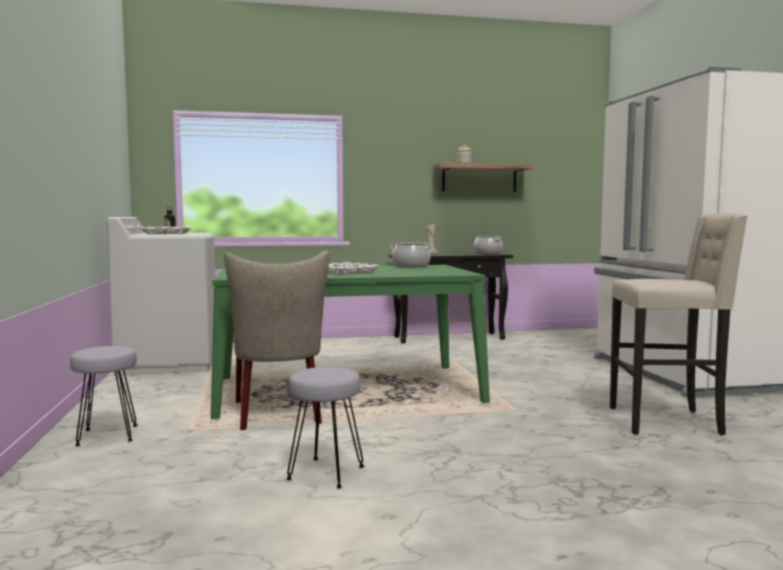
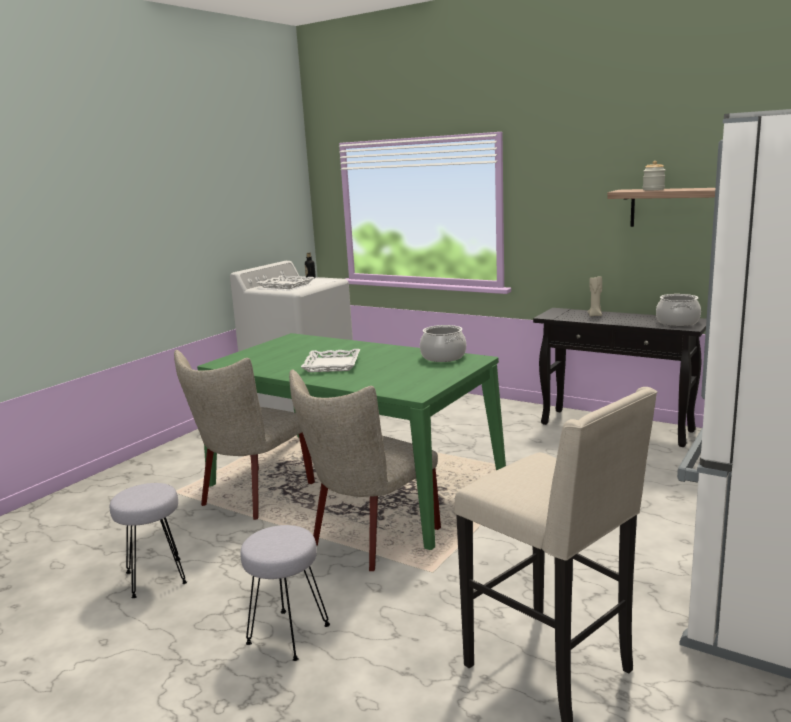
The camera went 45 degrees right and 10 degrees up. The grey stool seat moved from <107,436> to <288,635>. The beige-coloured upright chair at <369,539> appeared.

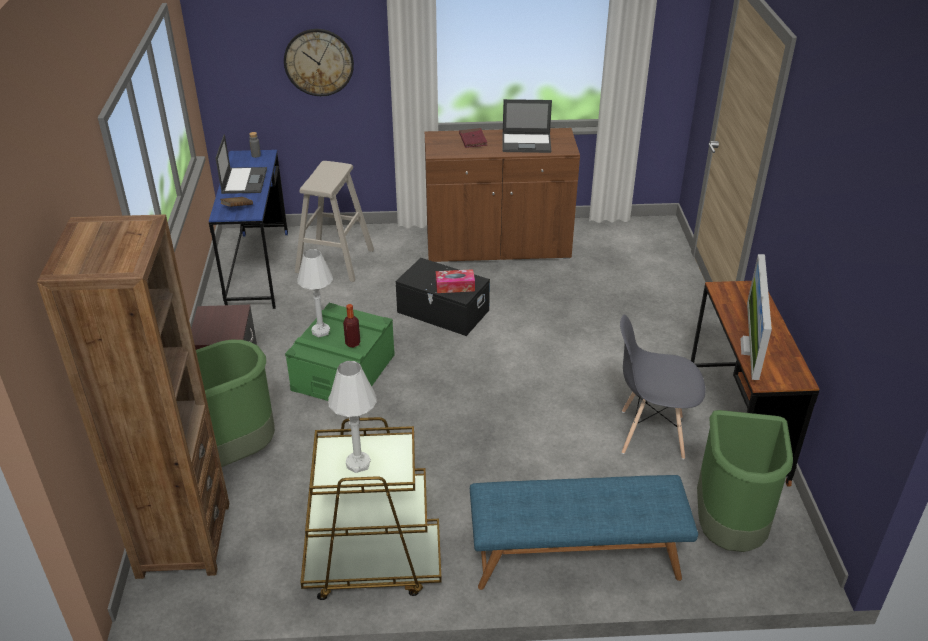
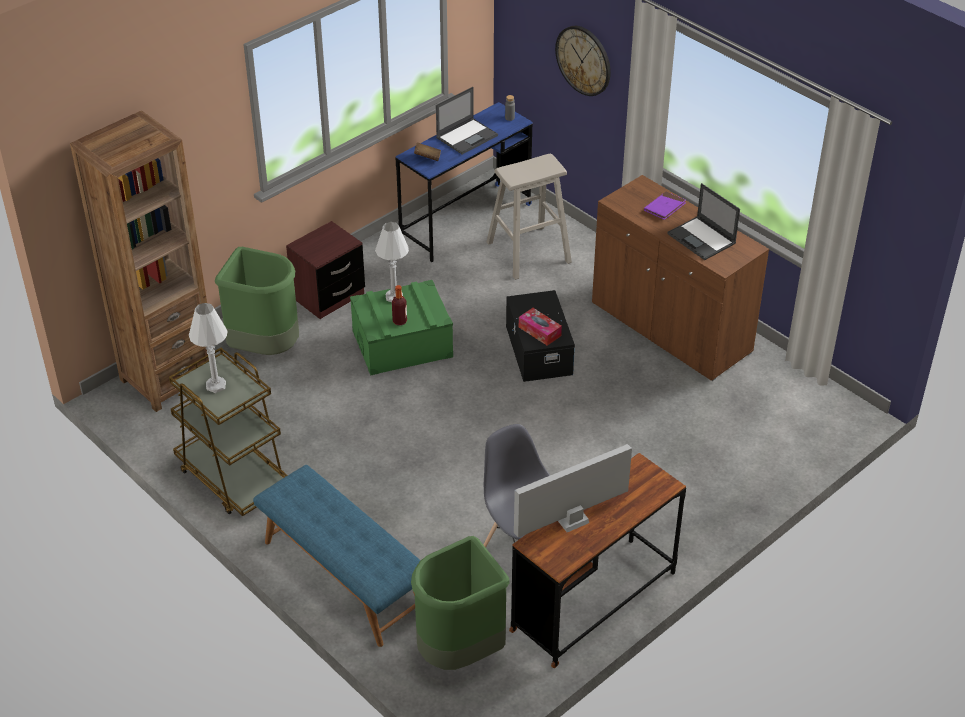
The camera went 50 degrees right and 5 degrees up. The red book at <473,140> became the purple-coloured book at <664,207>.

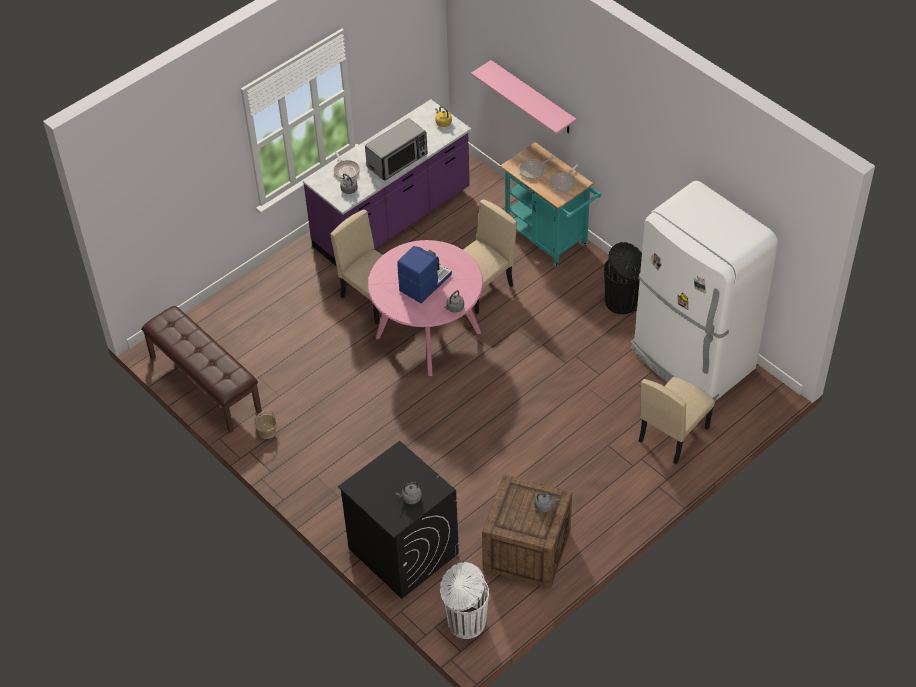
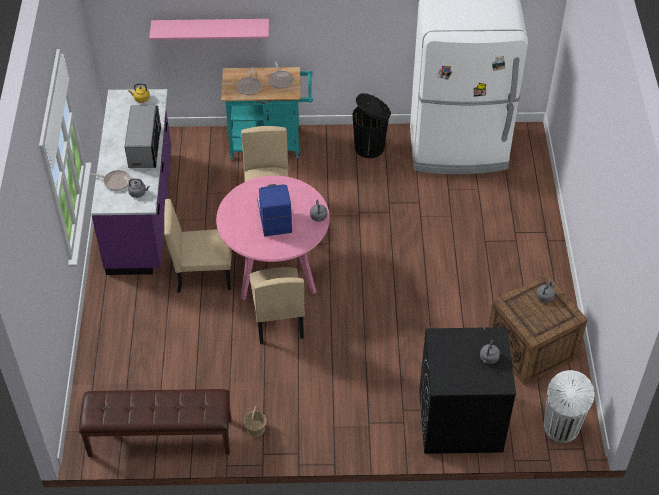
The camera went 50 degrees left and 0 degrees up. The beige-coloured upright chair moved from <673,434> to <277,319>.

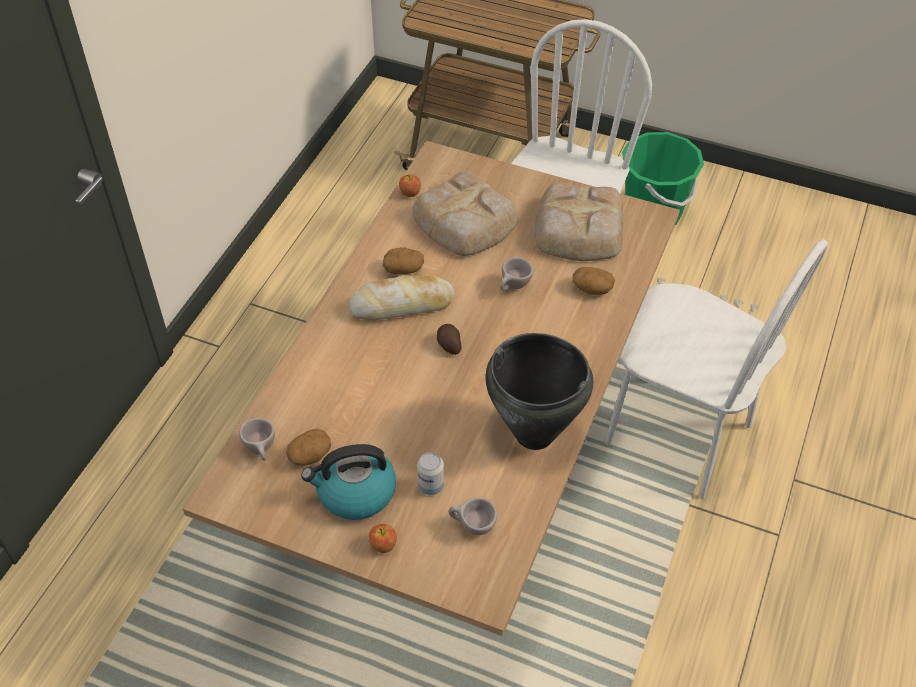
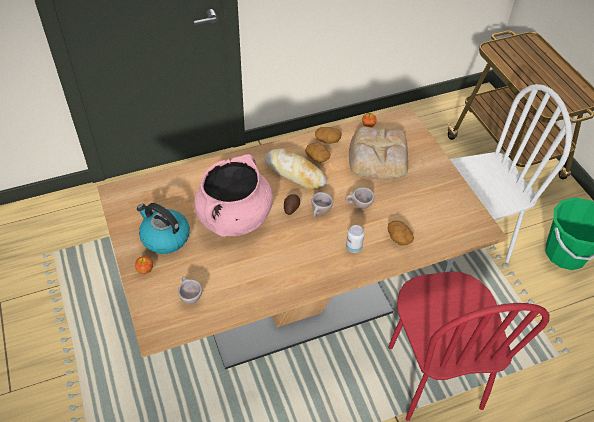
The camera went 45 degrees right and 0 degrees up. The beige-coloured drinking cup moved from <262,451> to <320,213>. The whole potato moved from <310,455> to <327,140>. The can moved from <431,486> to <353,247>. The black-coloured stockpot at <535,434> disappeared. The baked bread at <578,229> disappeared. The whitish upright chair at <678,435> became the red upright chair at <433,377>. The pinkish stockpot at <235,218> appeared.

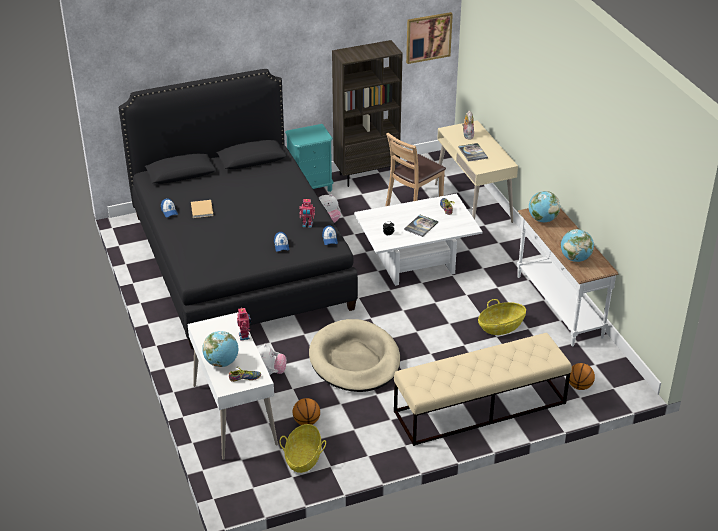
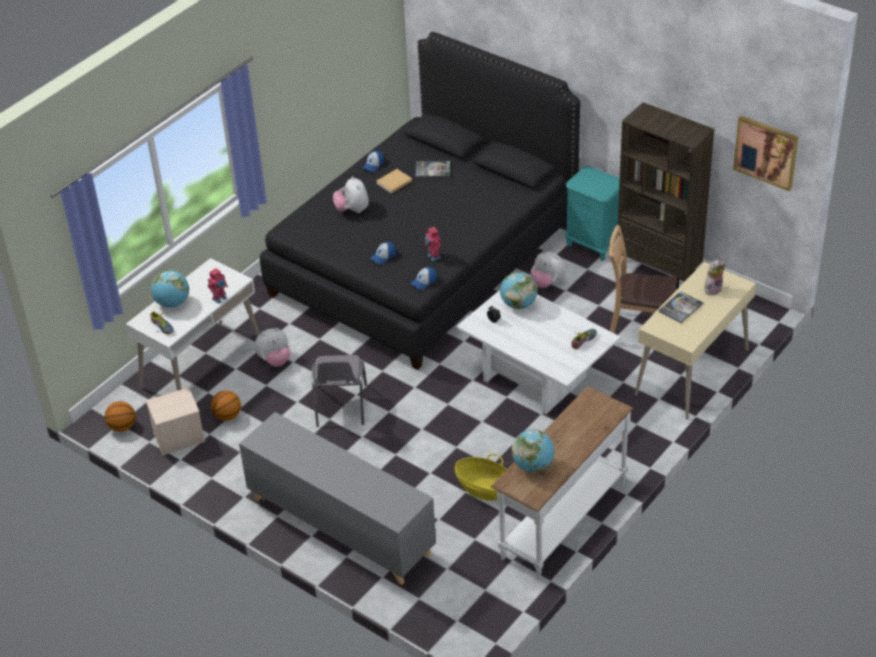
The camera went 60 degrees right and 5 degrees up. The storage basket at <303,458> was replaced by the beige-coloured storage container at <178,437>. The beige-coloured dog bed at <355,360> was replaced by the grey upright chair at <340,406>. The beige-coloured indoor bench at <479,407> was replaced by the grey cupboard at <340,526>. The book moved from <421,226> to <432,170>. The desk globe moved from <542,219> to <518,304>. The basketball ball moved from <579,386> to <122,426>. The plush toy at <352,210> appeared.

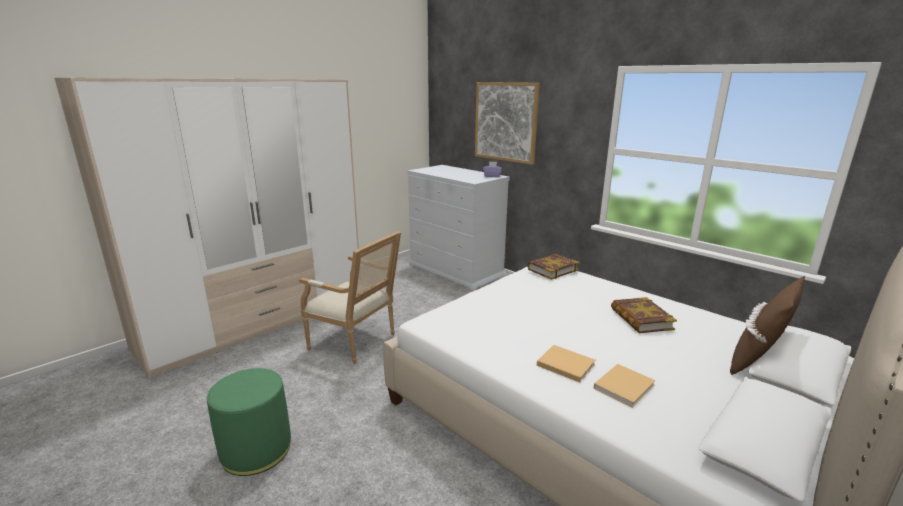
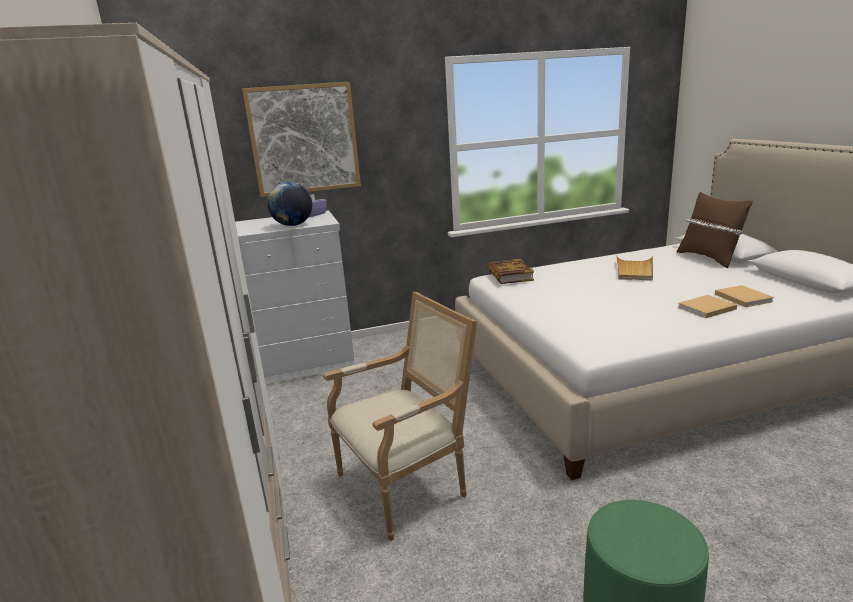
The camera went 60 degrees left and 0 degrees up. The book at <641,319> was replaced by the beige-coloured carrying tray at <634,270>. The desk globe at <293,225> appeared.

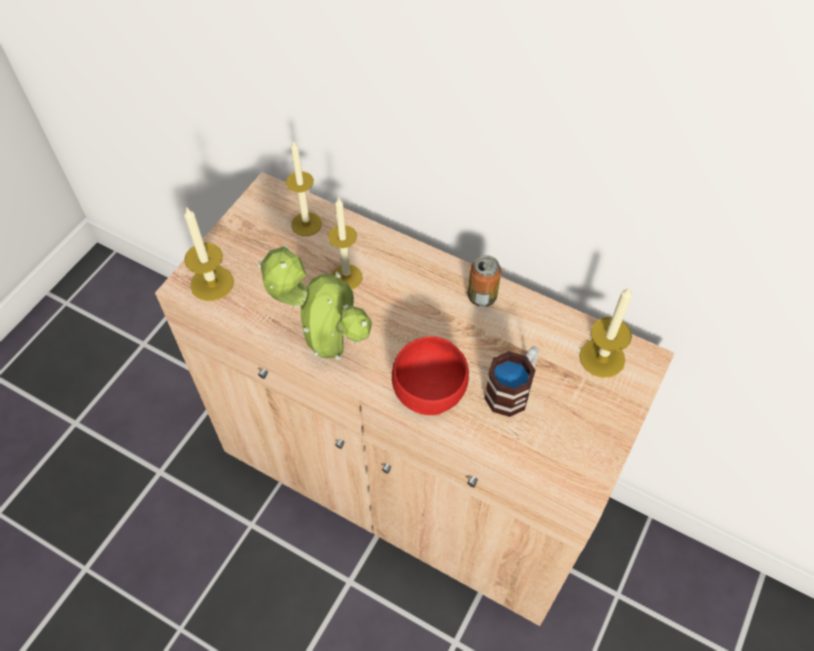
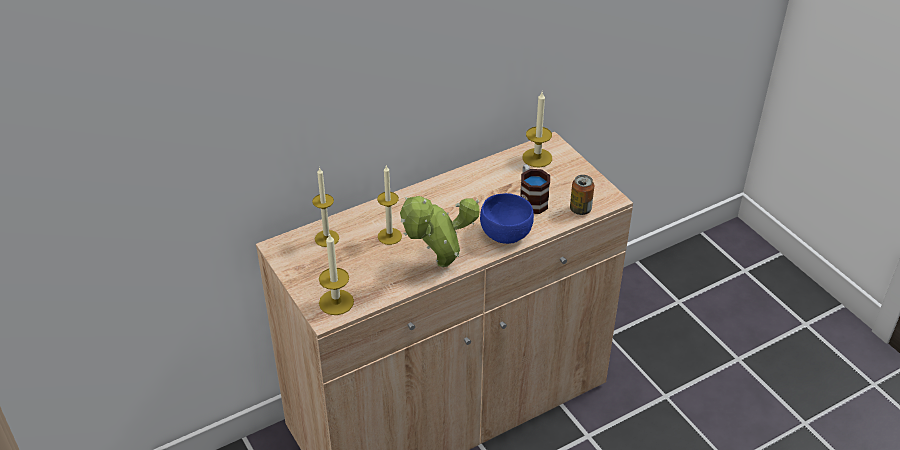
The camera went 60 degrees left and 15 degrees down. The red deep dish at <429,390> became the blue-coloured deep dish at <505,233>. The can moved from <482,296> to <580,209>.

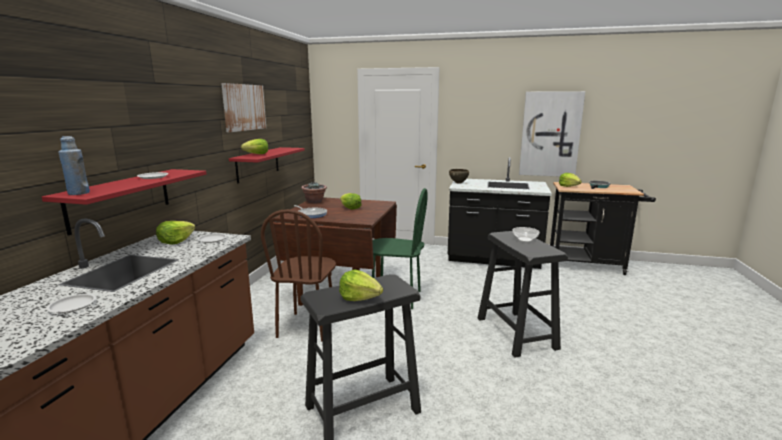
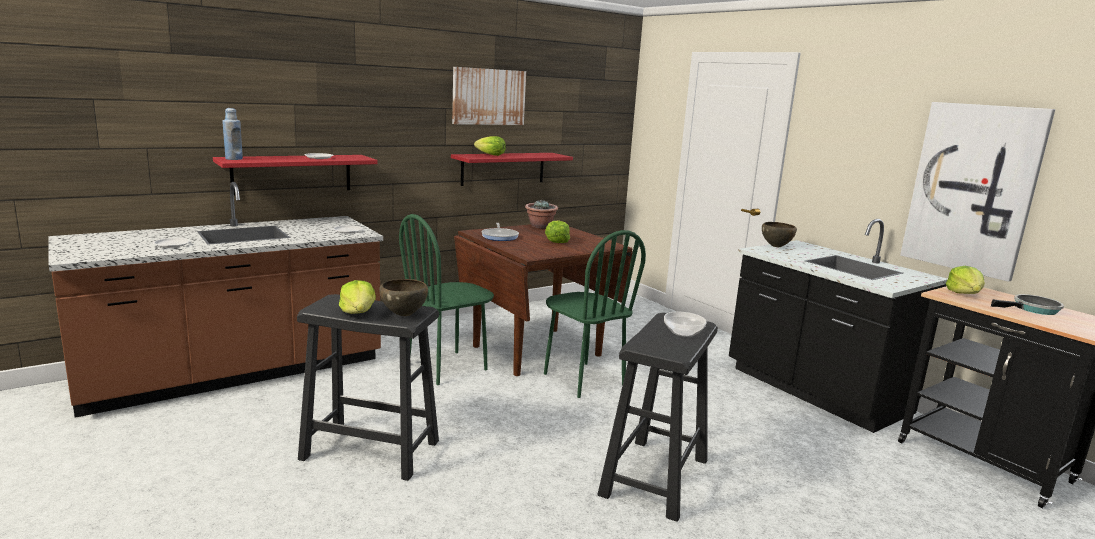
The camera went 40 degrees right and 0 degrees up. The lettuce at <176,241> disappeared. The brownish upright chair at <307,326> became the green upright chair at <447,367>. The brownish deep dish at <404,315> appeared.

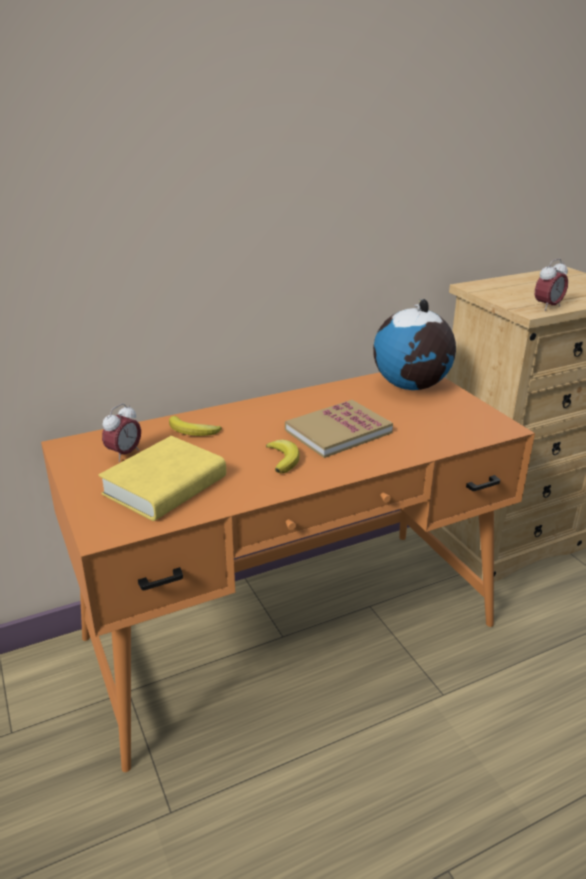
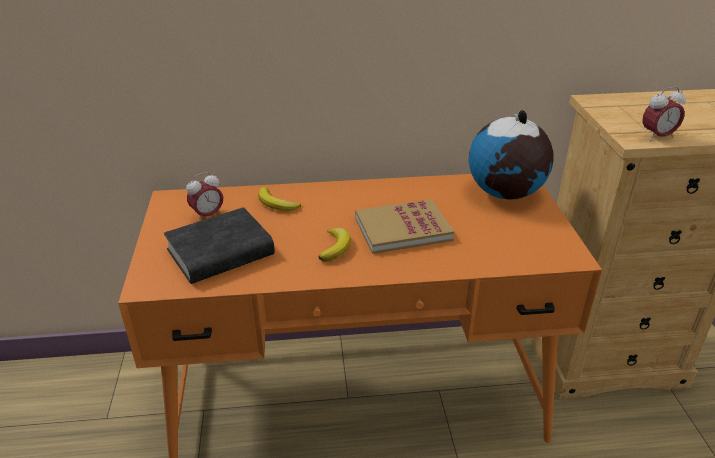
The camera went 20 degrees right and 5 degrees up. The yellow book at <165,486> became the black-coloured book at <220,253>.

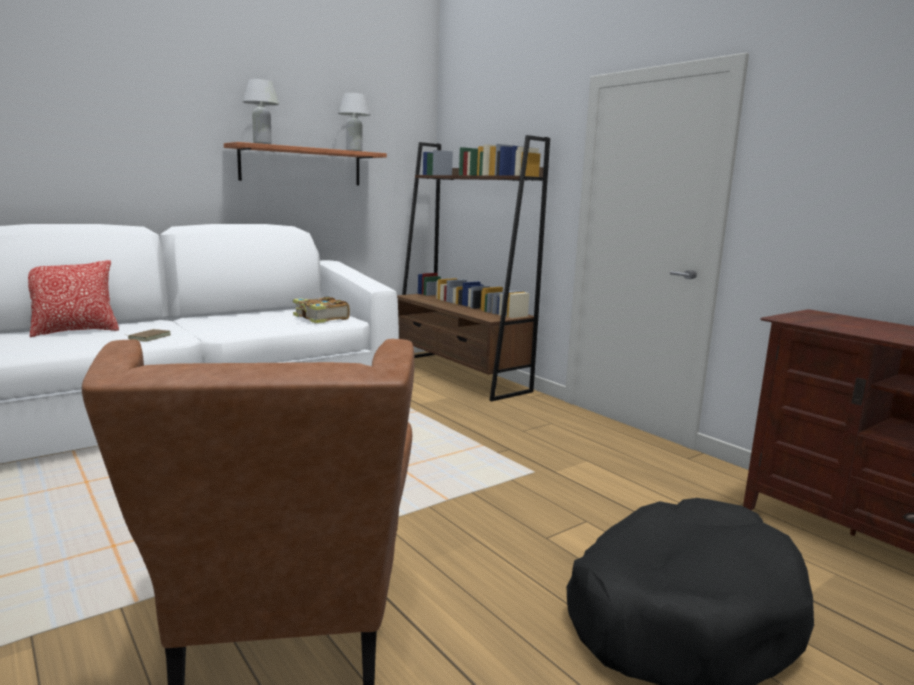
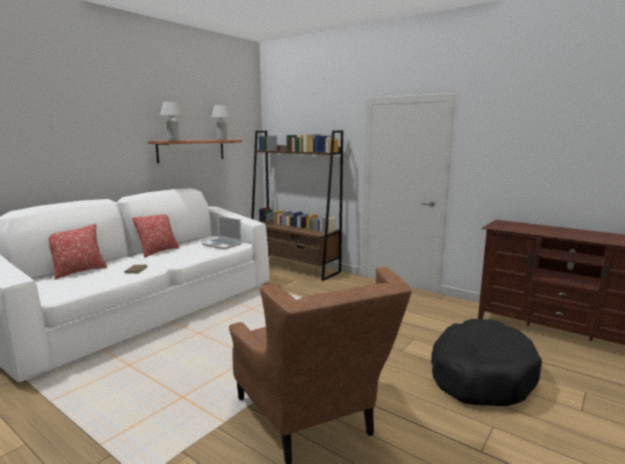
The camera went 15 degrees left and 0 degrees up. The book at <320,318> was replaced by the portable computer at <222,244>. The throw pillow at <158,252> appeared.

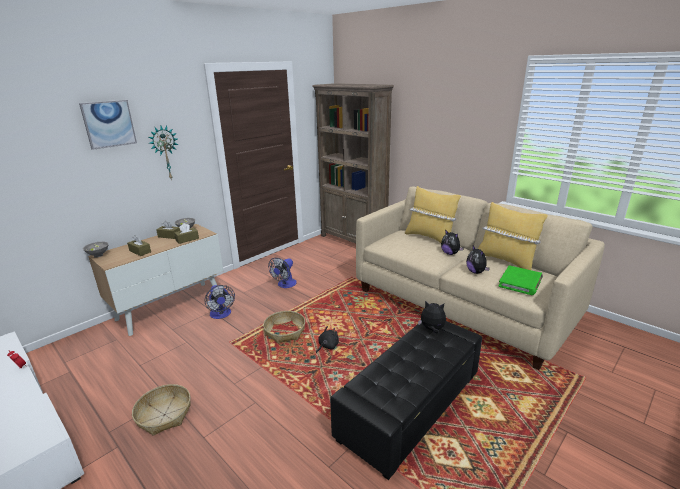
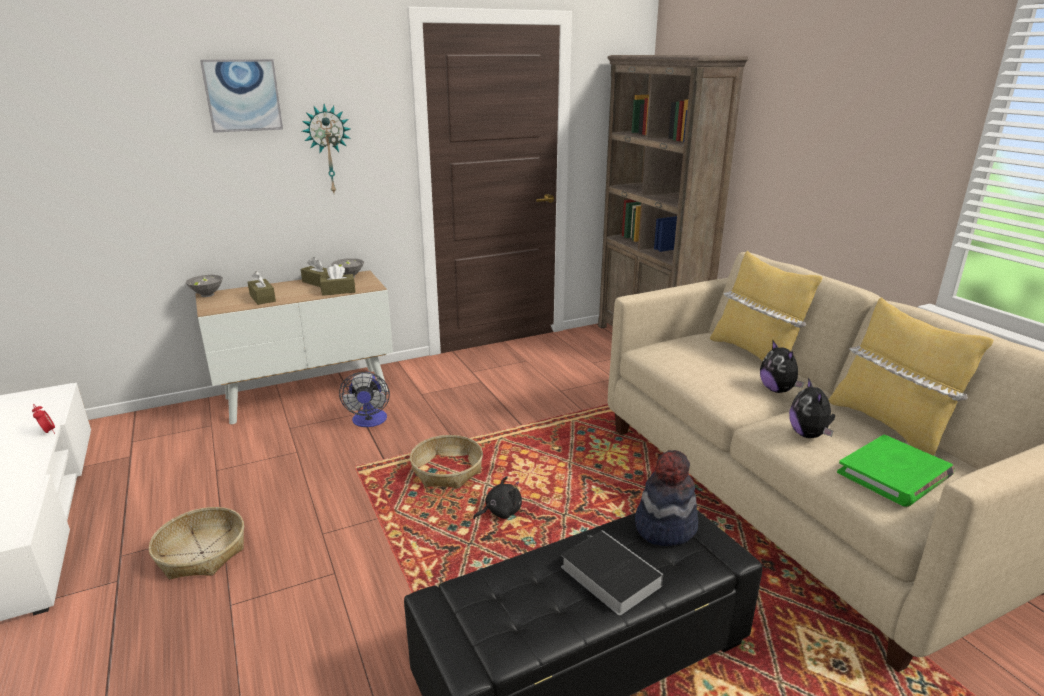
The camera went 20 degrees right and 0 degrees up. The cooling fan at <285,285> disappeared. The plush toy at <432,329> was replaced by the clothing hat at <664,526>. The book at <607,574> appeared.

